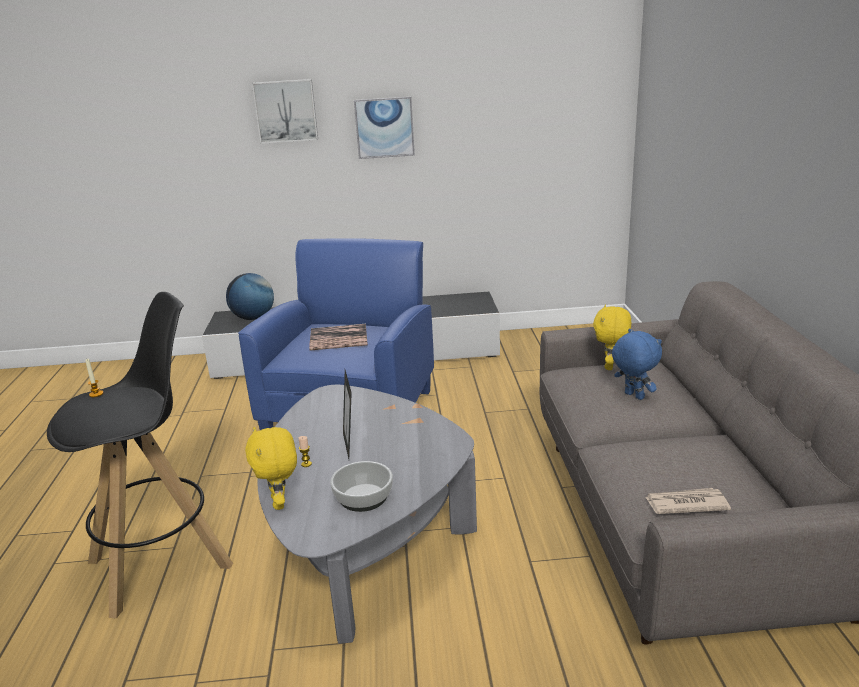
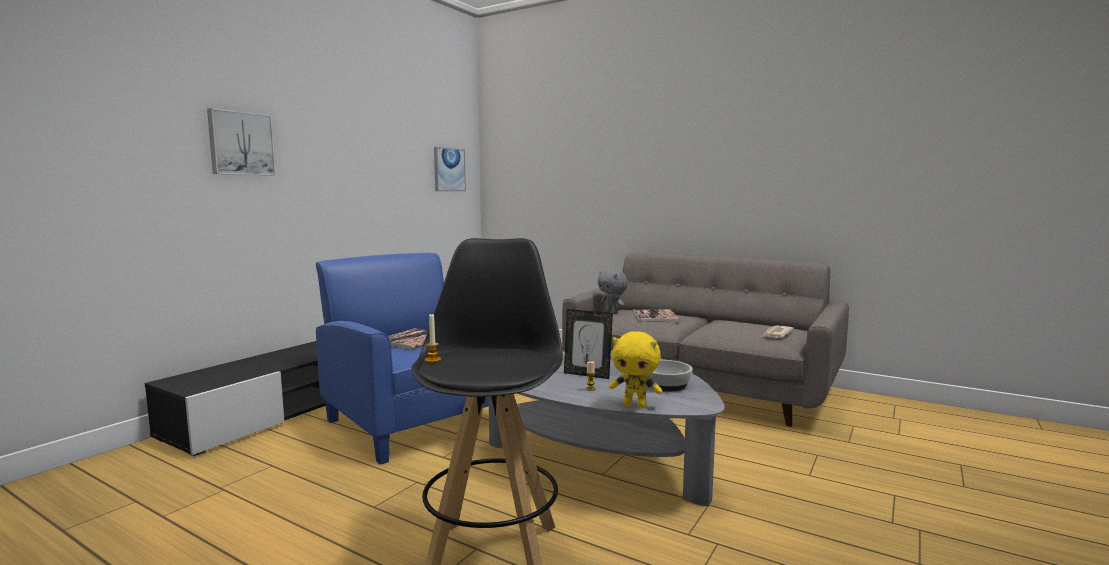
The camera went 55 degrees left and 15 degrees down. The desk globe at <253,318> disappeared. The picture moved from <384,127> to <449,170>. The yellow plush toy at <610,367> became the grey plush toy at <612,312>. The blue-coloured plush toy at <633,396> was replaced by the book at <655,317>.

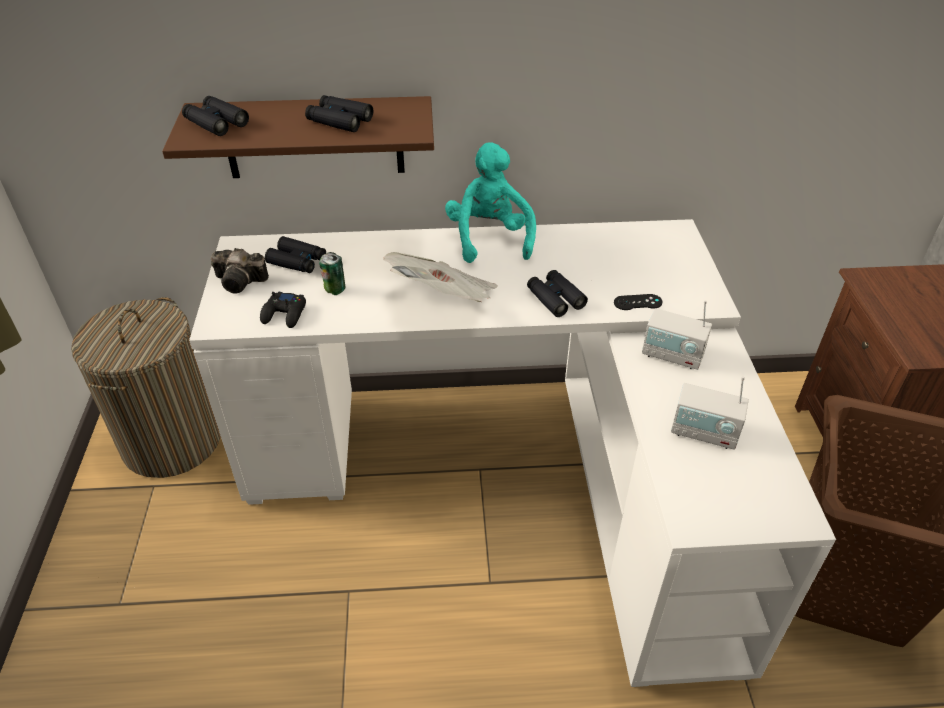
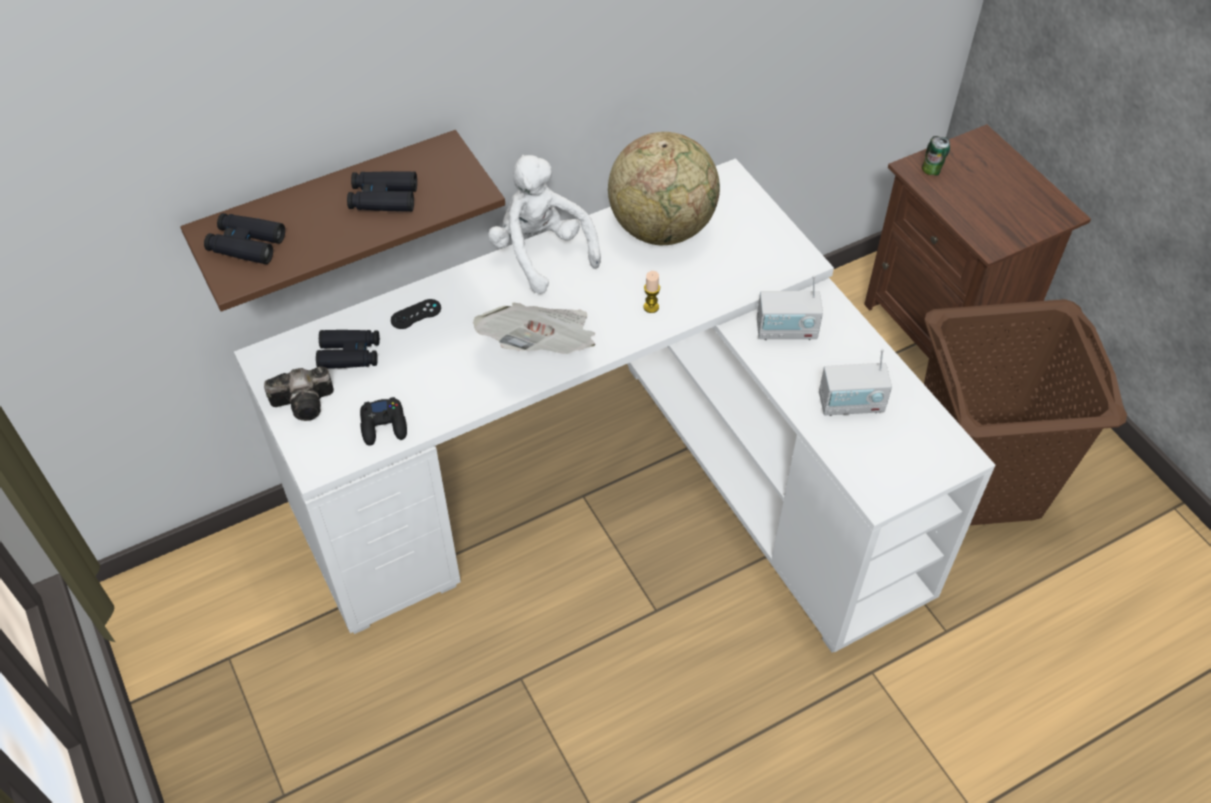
The camera went 25 degrees left and 10 degrees up. The hamper at <172,441> disappeared. The can moved from <334,290> to <931,170>. The turquoise-coloured plush toy at <489,238> became the whitish plush toy at <541,253>. The black-coloured field glasses at <555,298> was replaced by the candle at <651,307>. The black-coloured gamepad moved from <638,302> to <416,314>. The desk globe at <662,228> appeared.

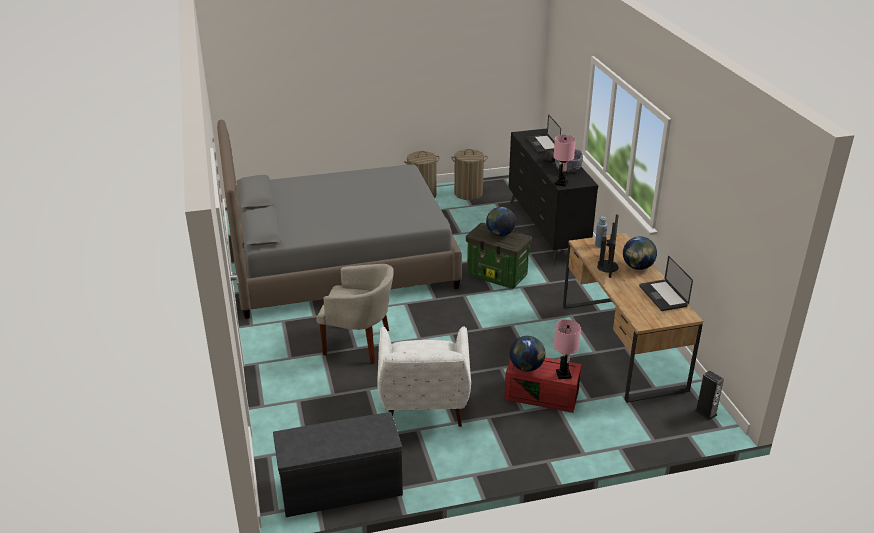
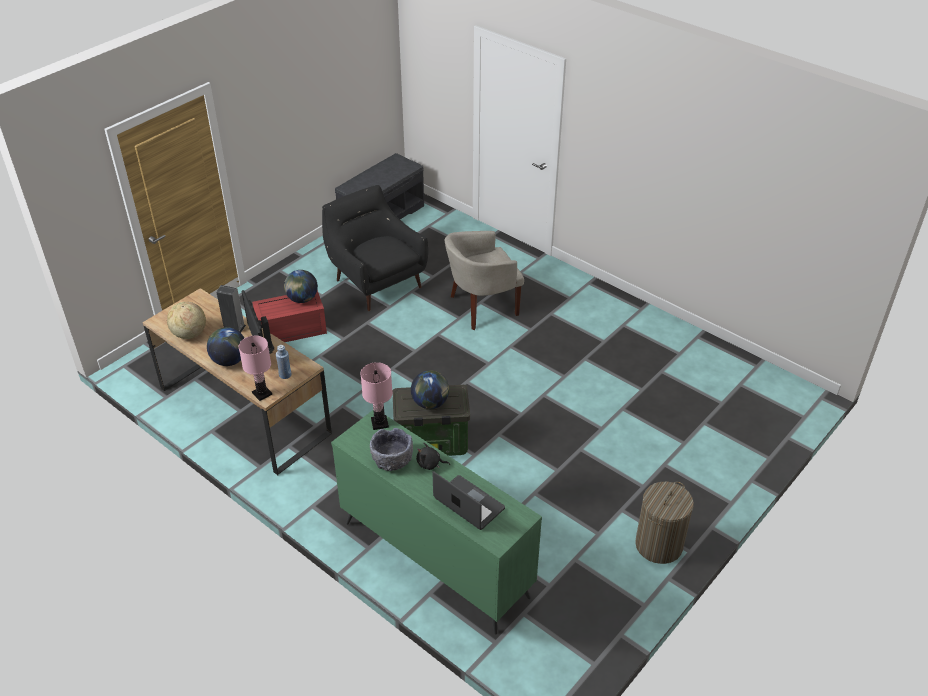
The camera went 145 degrees right and 10 degrees up. The grey bedroom bed at <341,262> disappeared. The whitish easy chair at <423,408> became the black-coloured easy chair at <376,281>. The hamper at <468,193> disappeared. The black-coloured dresser at <546,230> became the green dresser at <435,558>. The pinkish tabletop lamp moved from <563,374> to <262,393>. The portable computer at <663,296> was replaced by the desk globe at <189,334>. The loudspeaker moved from <705,413> to <234,327>.

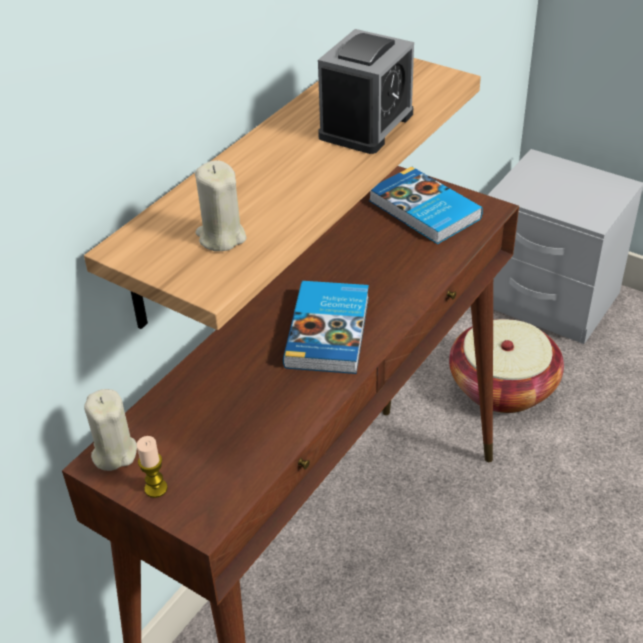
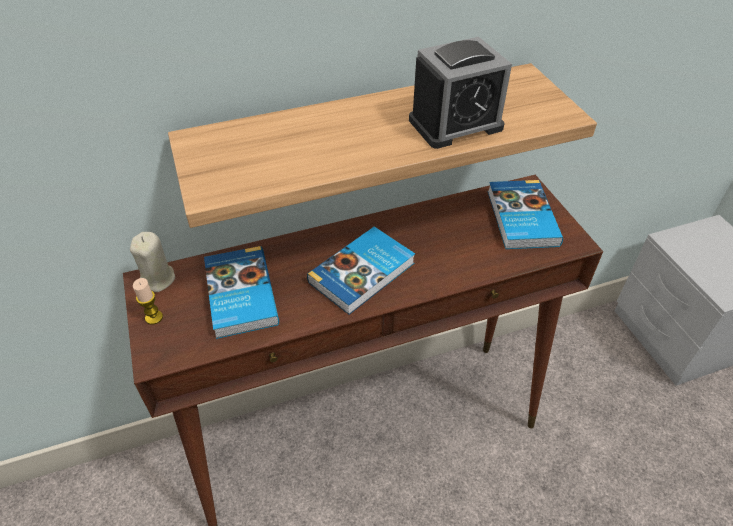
The camera went 35 degrees right and 5 degrees up. The beige-coloured candle at <221,237> disappeared. The storage basket at <503,387> disappeared. The book at <239,295> appeared.

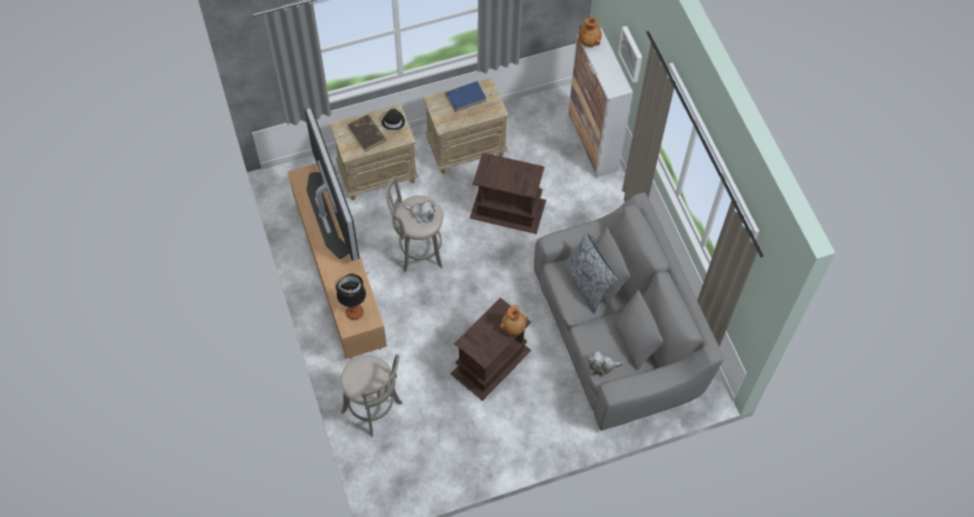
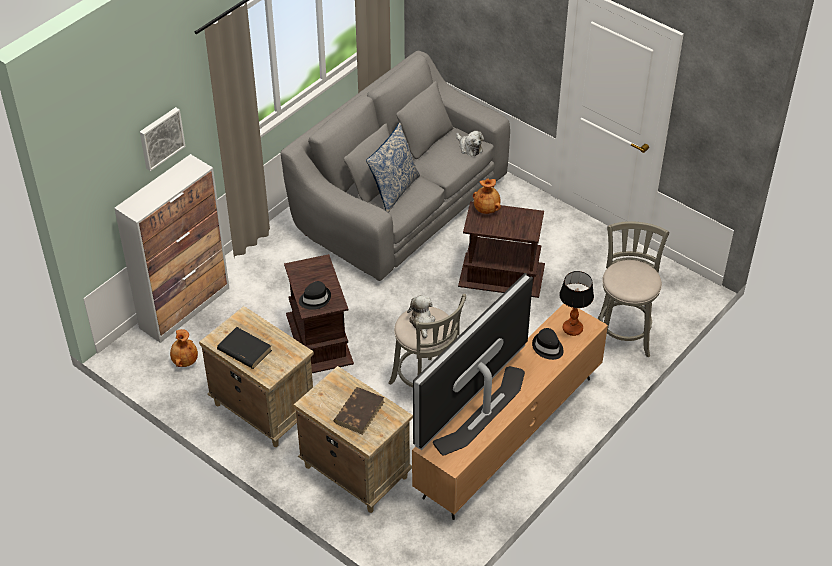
The camera went 120 degrees left and 15 degrees down. The black-coloured clothing hat moved from <393,121> to <315,299>. The blue-coloured book at <466,97> became the black-coloured book at <244,350>. The brownish decorative vase moved from <589,41> to <184,361>.

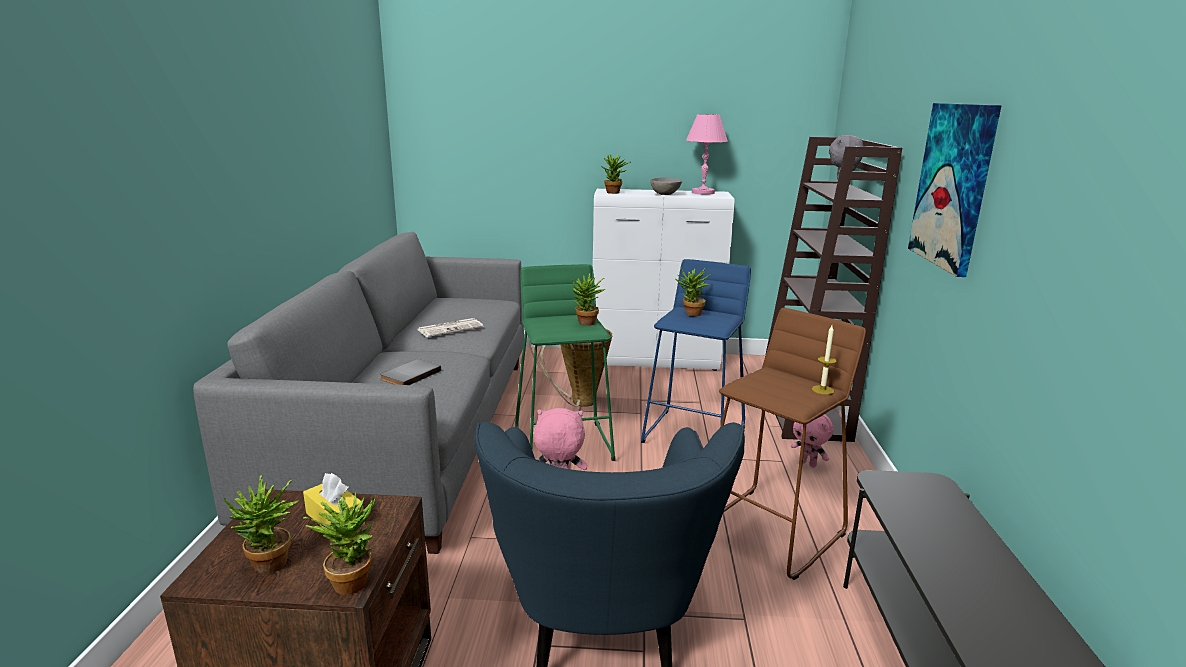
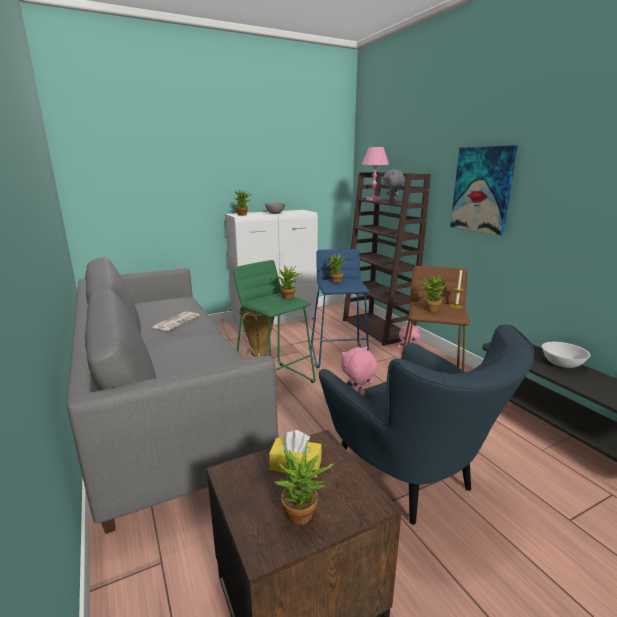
The camera went 30 degrees left and 0 degrees up. The houseplant moved from <352,579> to <430,309>. The grey book at <409,375> disappeared. The pinkish tabletop lamp moved from <703,192> to <373,199>. The whitish deep dish at <562,364> appeared.

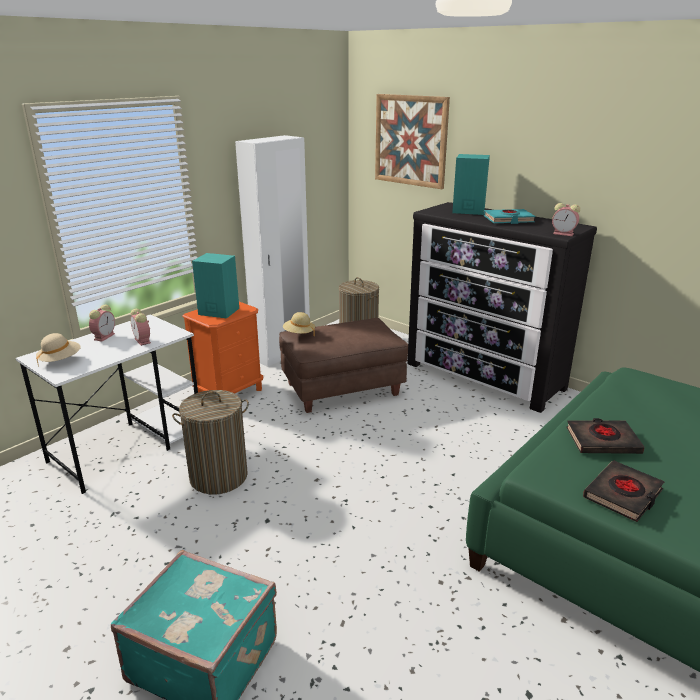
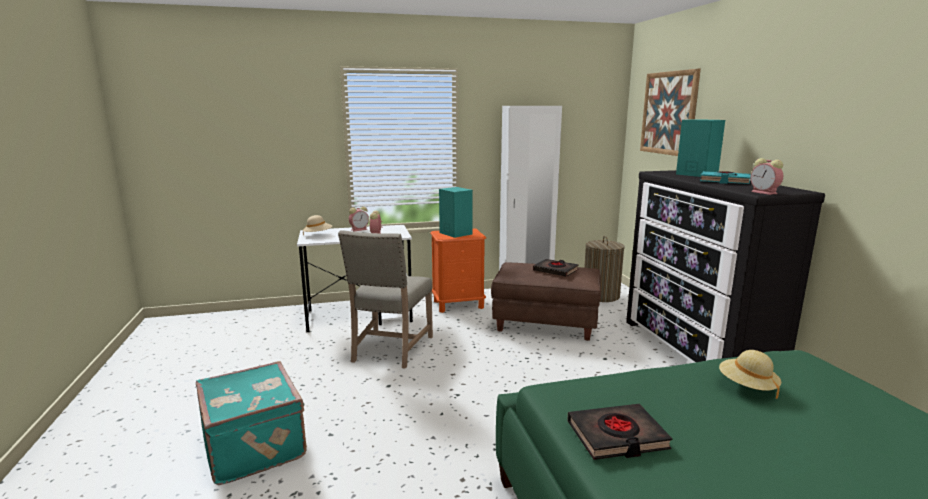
The camera went 35 degrees right and 10 degrees down. The hamper at <218,477> was replaced by the beige-coloured upright chair at <390,349>. The beige-coloured clothing hat moved from <299,334> to <747,386>. The black-coloured book moved from <602,441> to <555,270>.

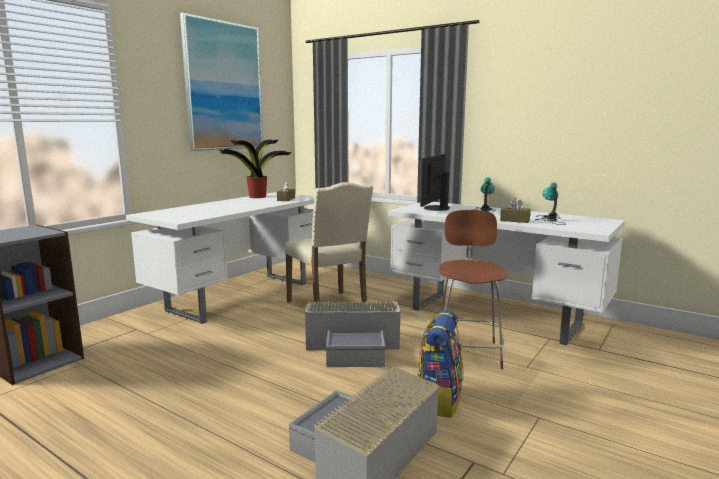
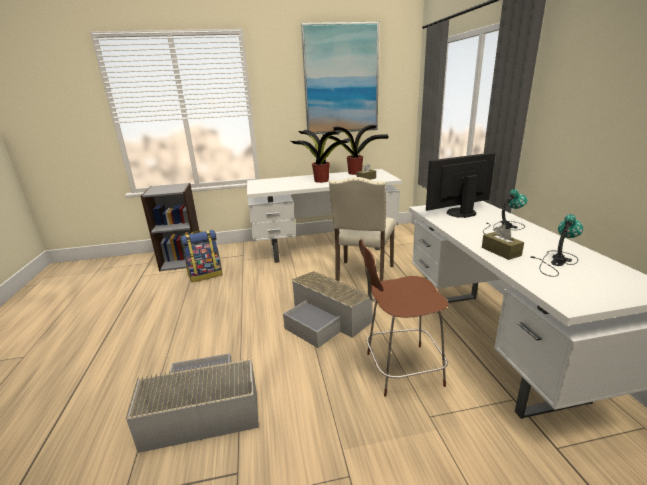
The camera went 45 degrees right and 10 degrees up. The rucksack moved from <438,400> to <205,275>. The brownish upright chair at <468,352> turned 150 degrees counterclockwise. The houseplant at <320,180> appeared.

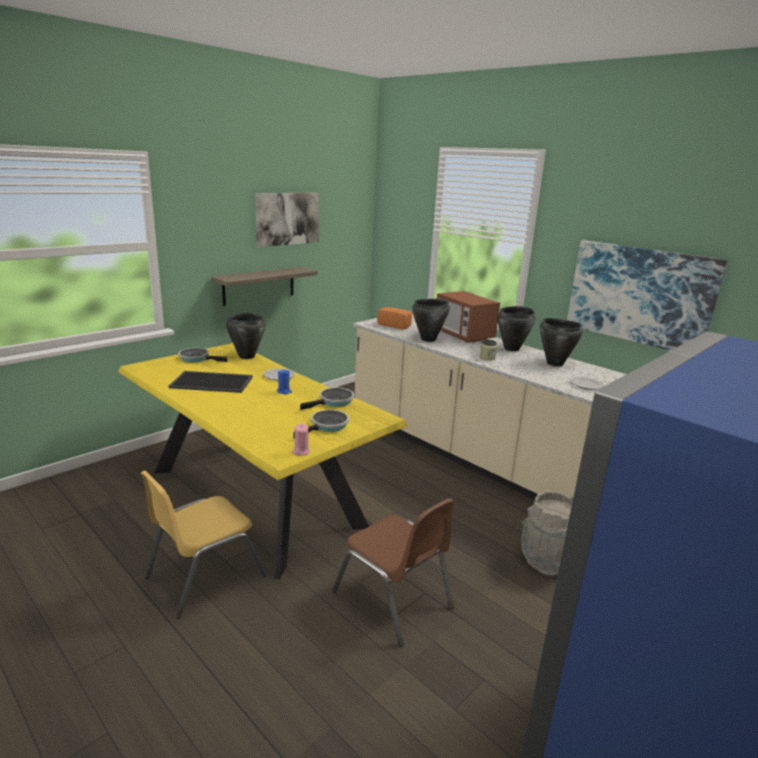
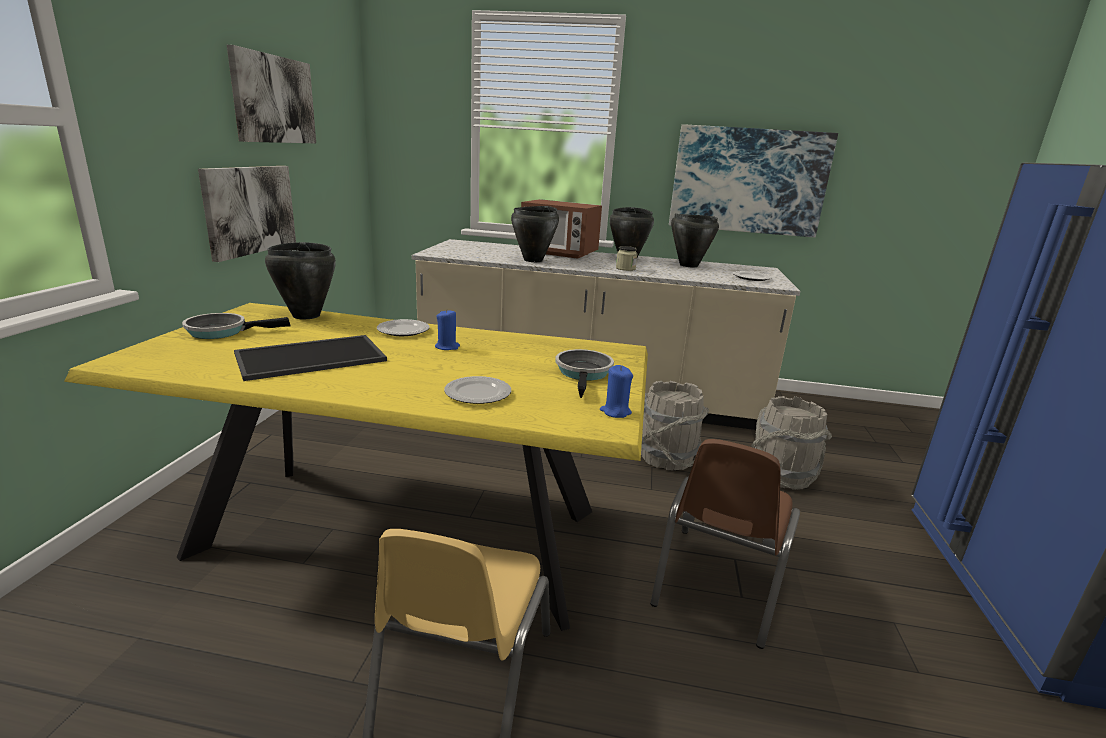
The camera went 35 degrees left and 0 degrees up. The bracket shelf at <259,285> was replaced by the picture at <249,210>. The pinkish candle at <301,451> became the blue-coloured candle at <615,412>. The frying pan at <334,402> disappeared. The brownish upright chair at <393,599> turned 105 degrees clockwise. The baked bread at <395,325> disappeared. The plate at <478,393> appeared. The grey bucket at <666,457> appeared.

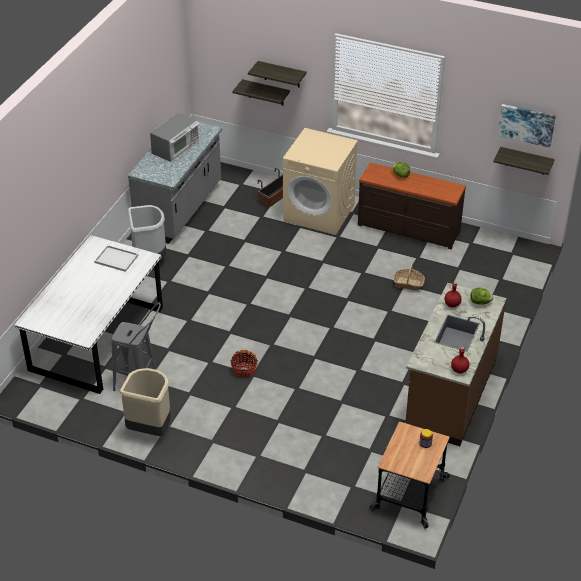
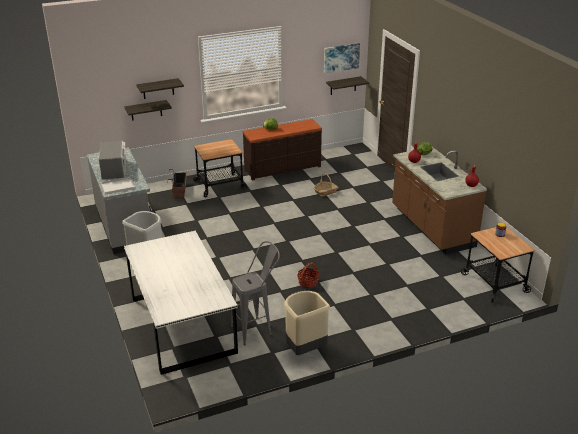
The camera went 45 degrees left and 10 degrees down. The whitish carrying tray moved from <115,259> to <117,186>. The beige-coloured laundry appliance at <319,213> was replaced by the wheeled cart at <220,185>.

